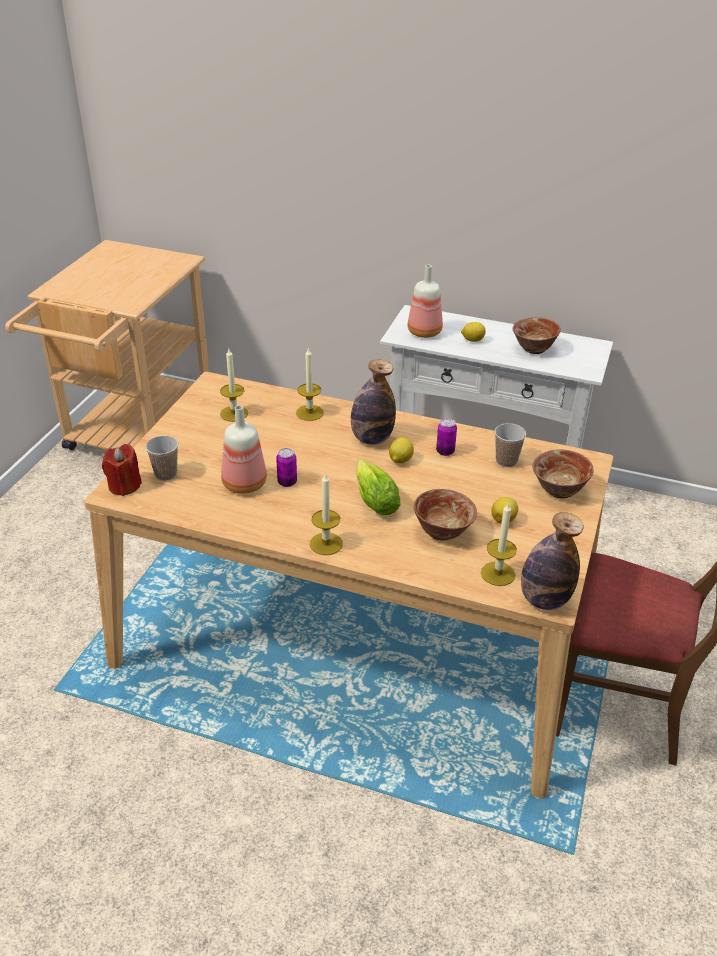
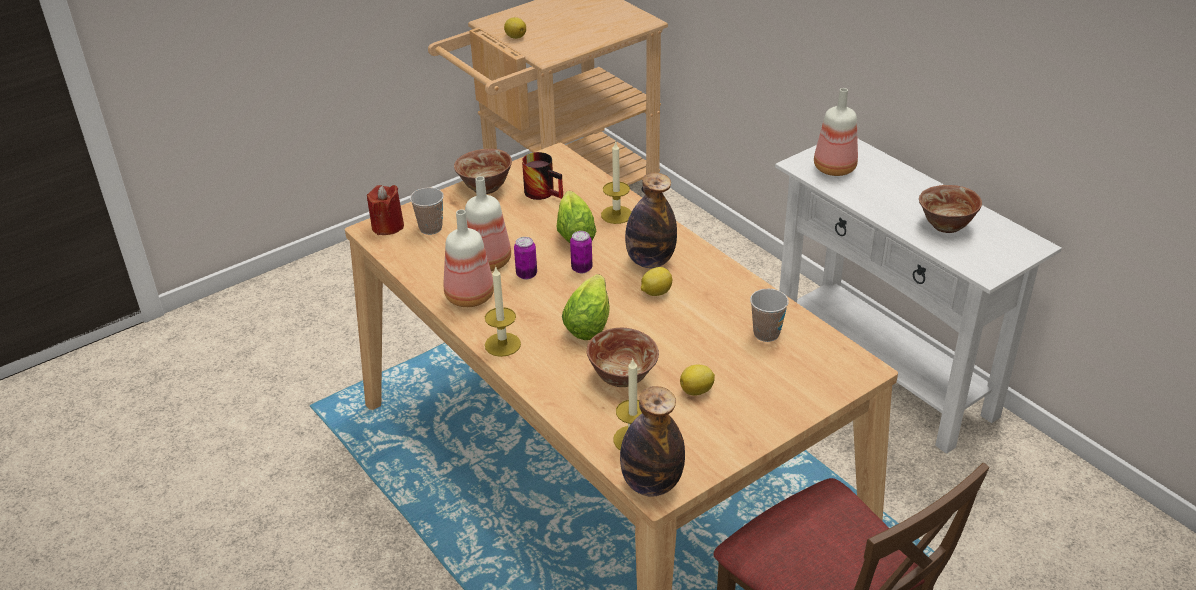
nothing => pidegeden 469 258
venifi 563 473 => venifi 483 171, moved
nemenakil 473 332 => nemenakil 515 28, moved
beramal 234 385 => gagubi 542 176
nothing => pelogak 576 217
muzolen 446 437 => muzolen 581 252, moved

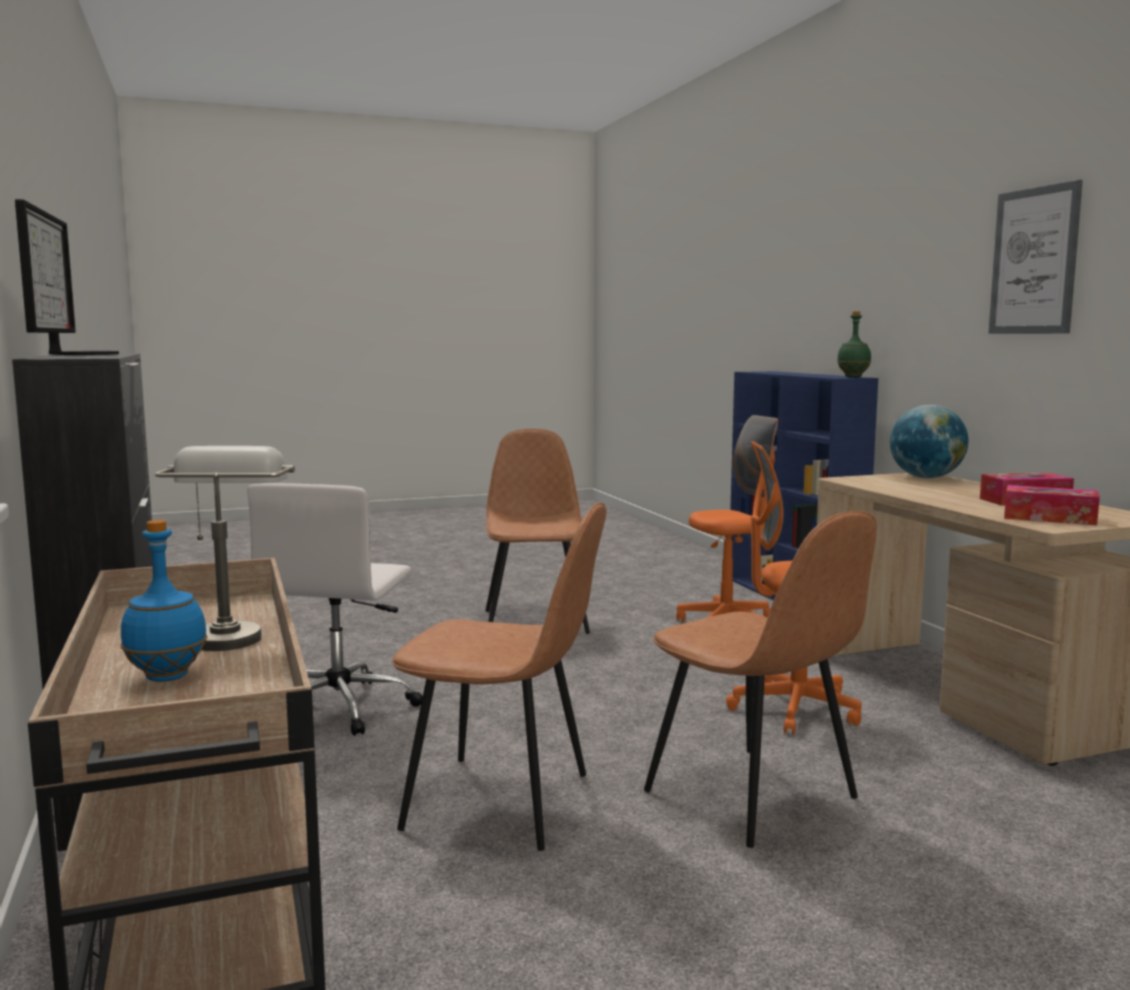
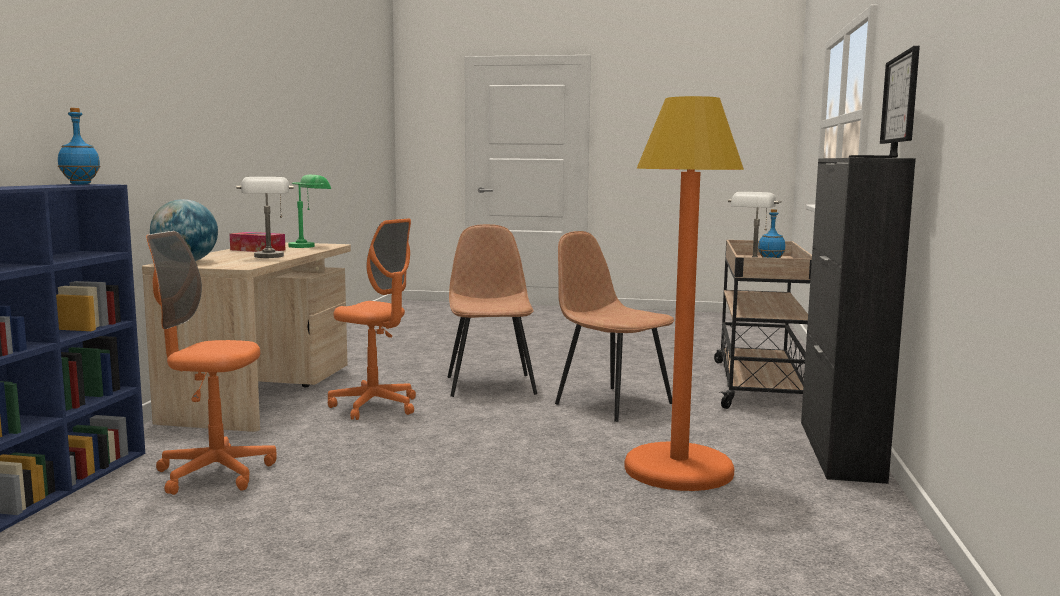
pidegeden (green) 854 344 => pidegeden (blue) 79 146
nothing => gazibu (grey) 265 217
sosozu 1052 505 => gazibu (green) 309 211
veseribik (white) 335 609 => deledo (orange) 684 293
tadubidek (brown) 538 531 => nothing
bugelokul 1035 257 => nothing

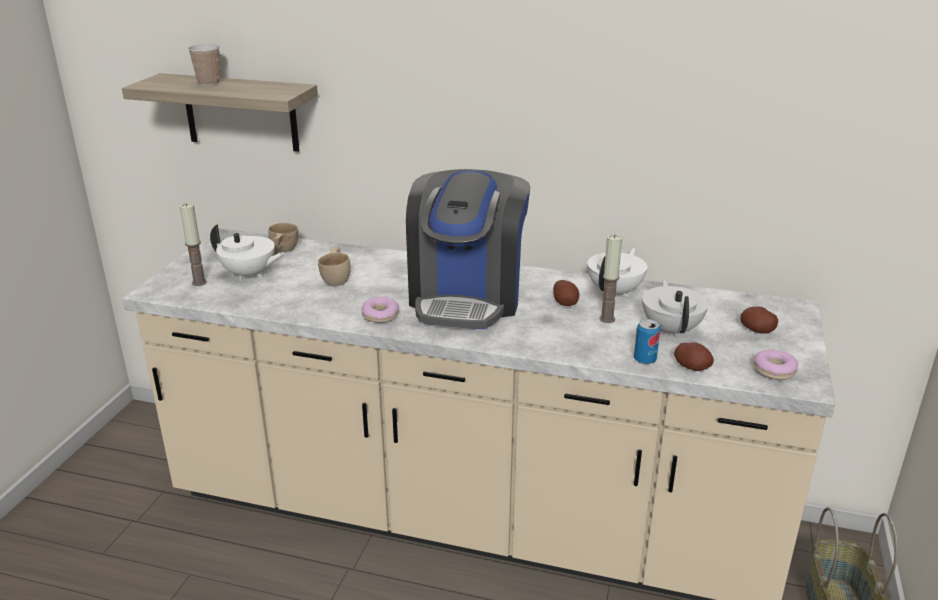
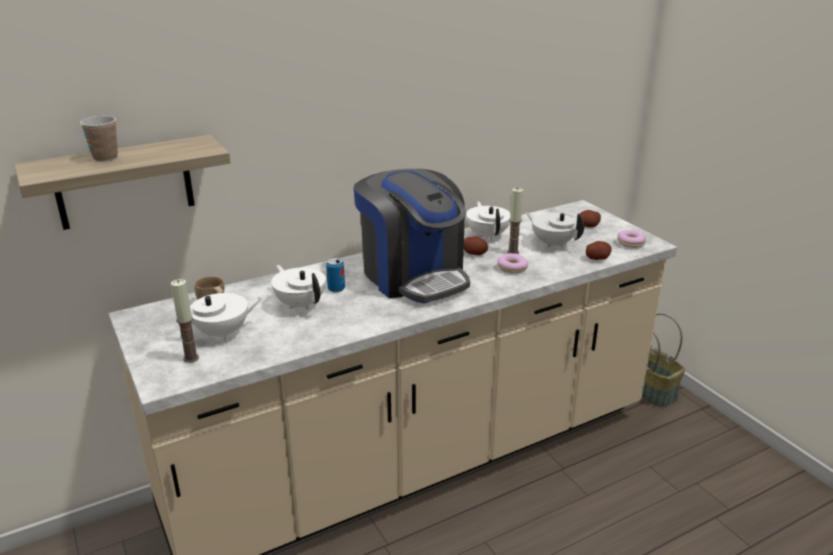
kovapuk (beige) 334 266 => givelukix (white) 298 287
muzolen 647 342 => muzolen 335 275, moved
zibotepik 380 310 => zibotepik 512 263, moved

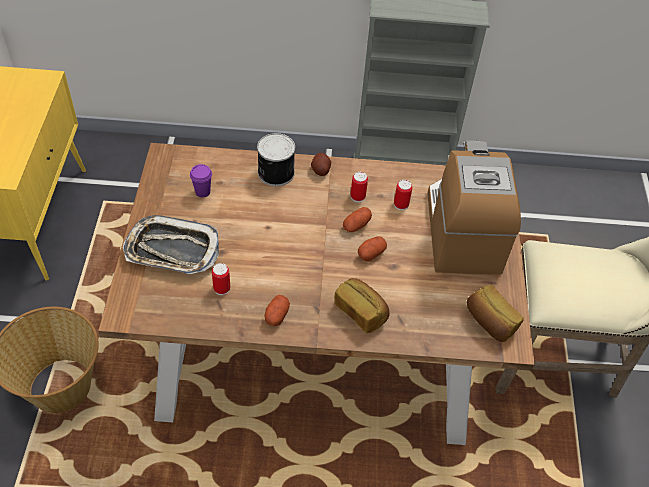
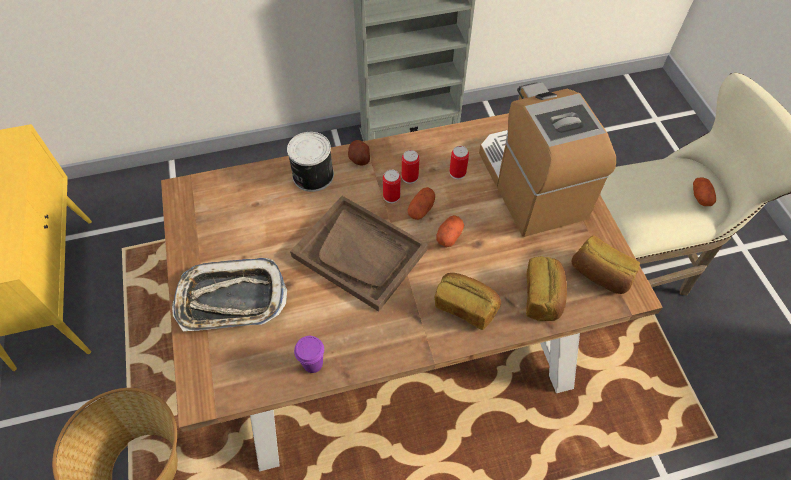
nothing => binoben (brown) 359 254
kovapuk (purple) 201 180 => kovapuk (purple) 309 354, moved
muzolen 221 279 => muzolen 392 186, moved
nothing => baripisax 546 288
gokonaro 277 310 => gokonaro 704 191, moved

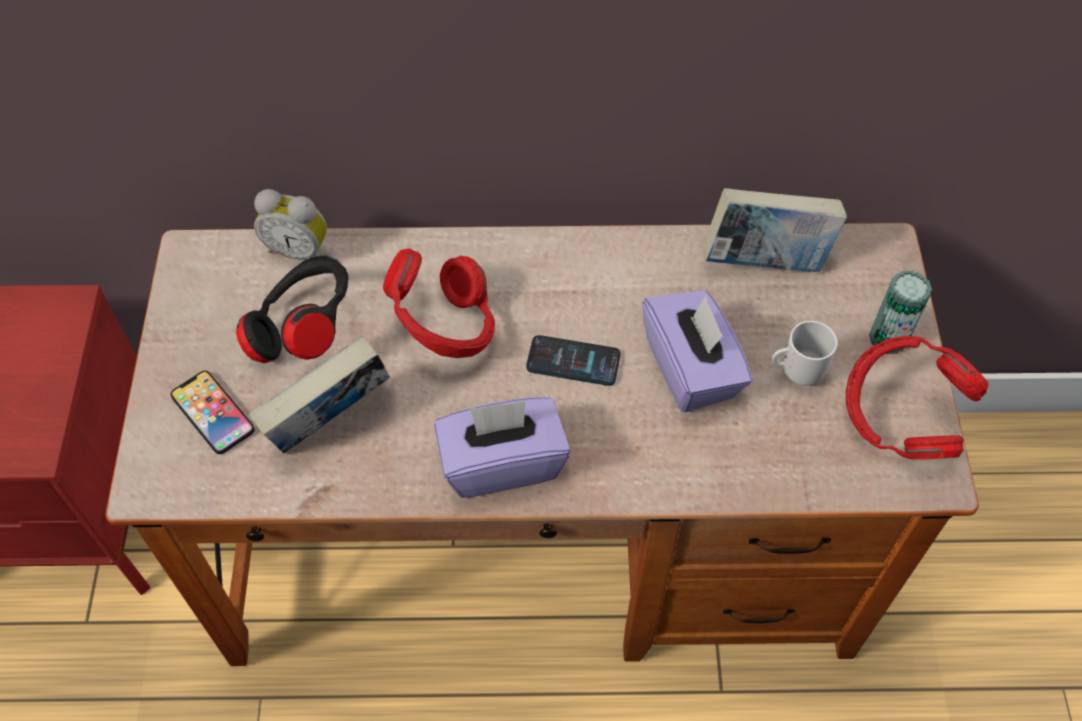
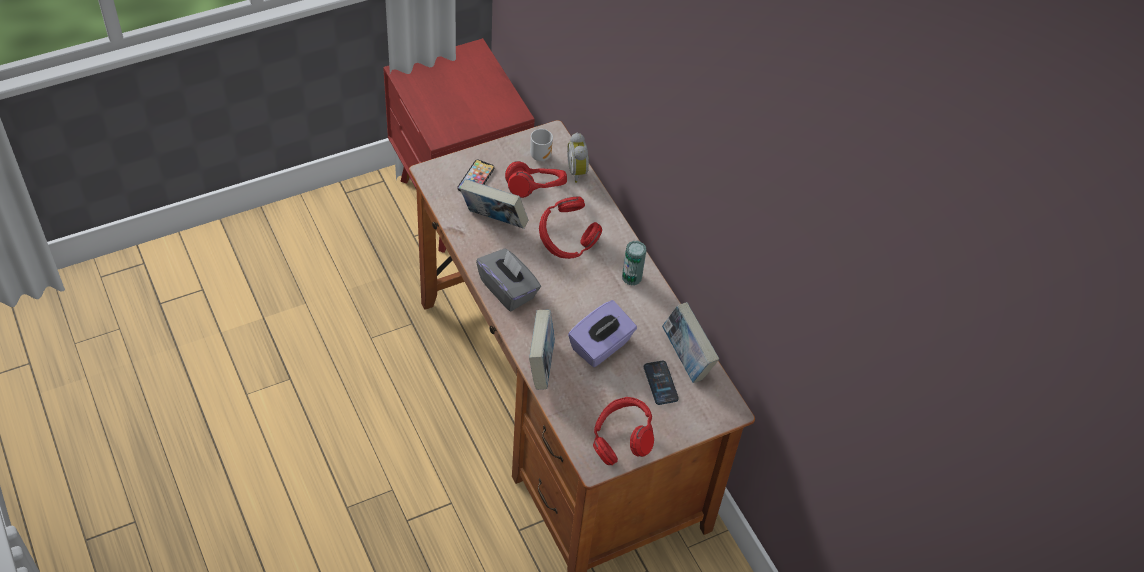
sosozu (purple) 502 447 => sosozu (grey) 508 279
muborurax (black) 292 309 => muborurax (red) 536 179
nothing => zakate 542 350
gagubi 804 353 => gagubi 541 145, moved
muzolen 900 312 => muzolen 634 263, moved
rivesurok 573 360 => rivesurok 661 382, moved

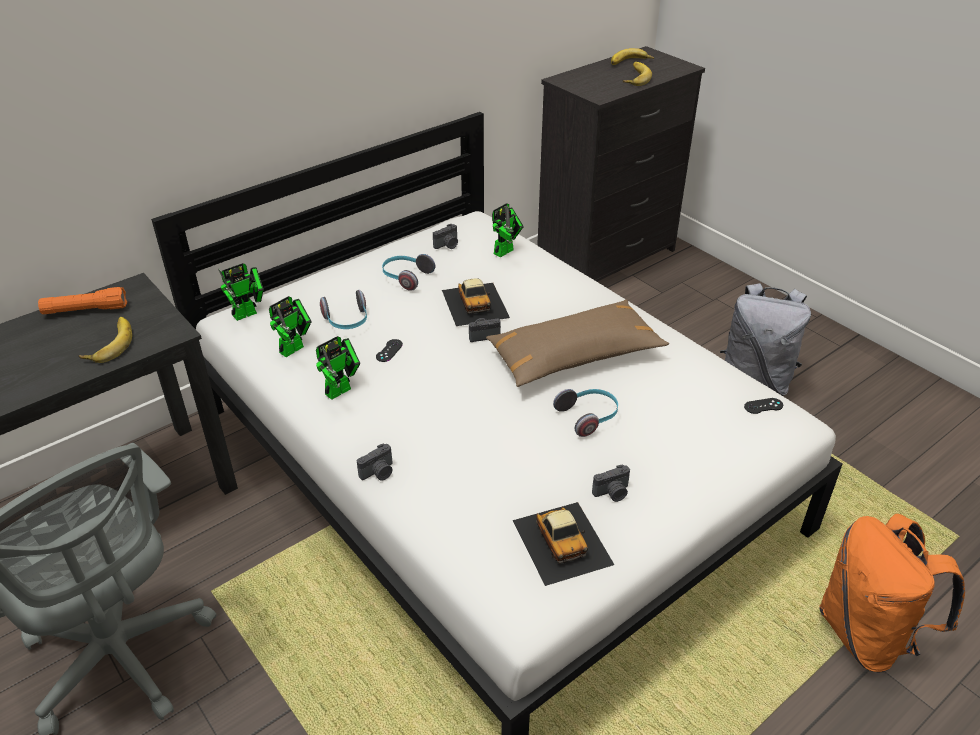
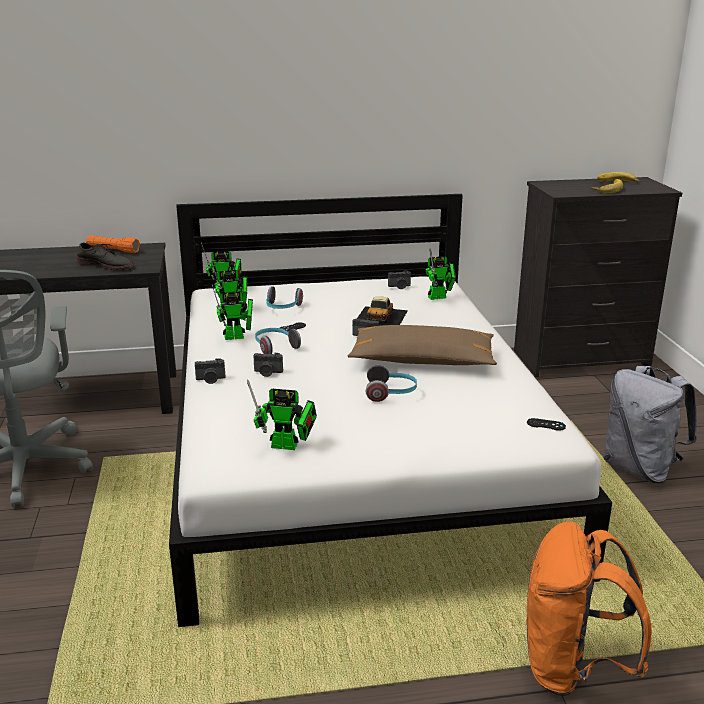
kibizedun 105 340 => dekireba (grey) 105 256
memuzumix 563 544 => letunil 282 414
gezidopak 611 483 => gezidopak 268 365, moved
muborurax 408 272 => muborurax 278 341, moved

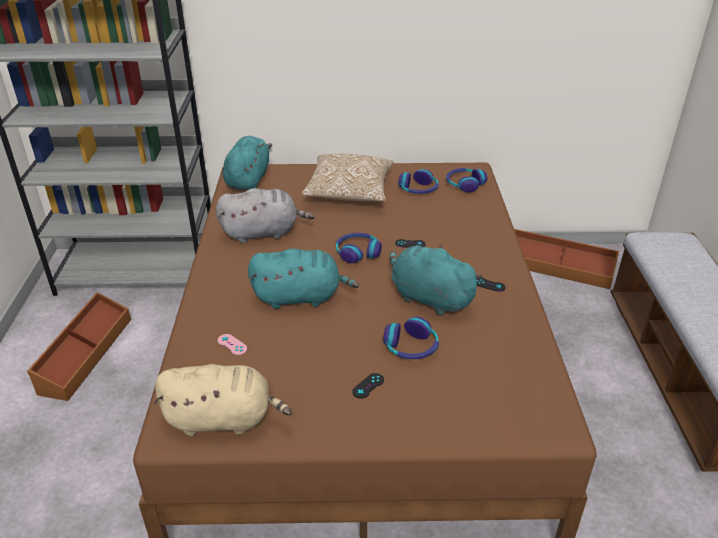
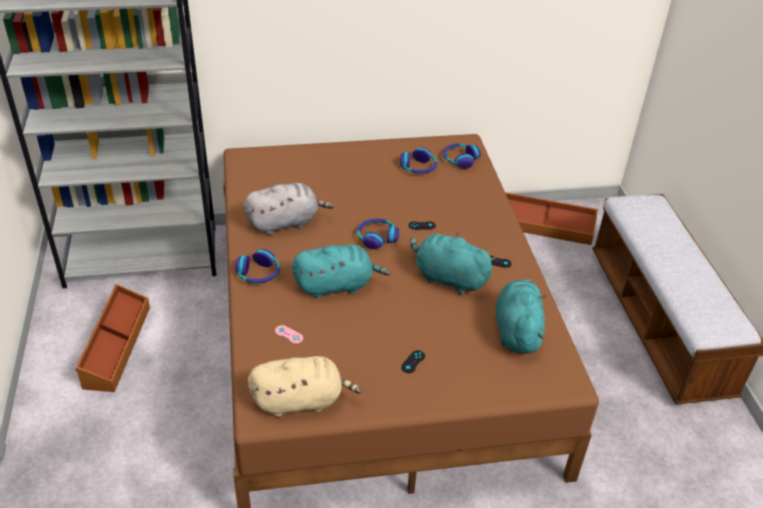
muborurax 411 338 => muborurax 257 266, moved
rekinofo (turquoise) 247 163 => rekinofo (turquoise) 521 316, moved
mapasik 347 177 => nothing

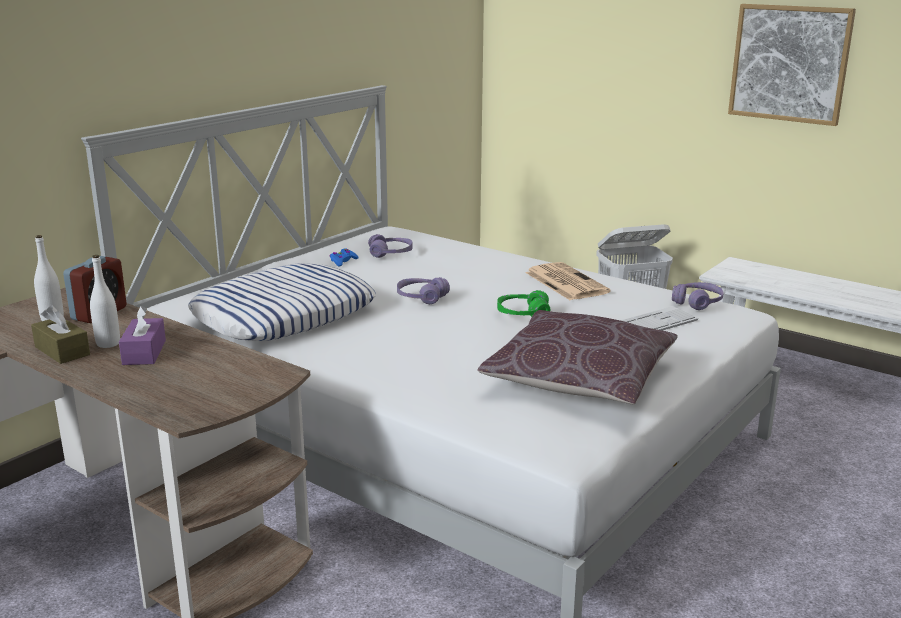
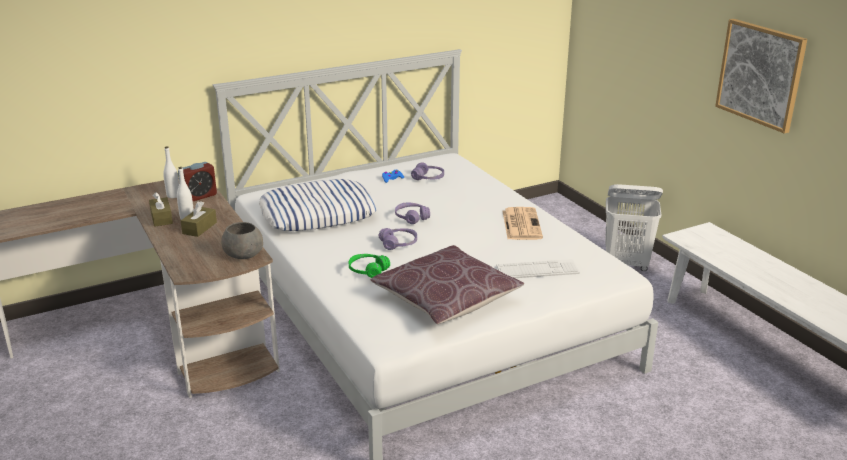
sosozu (purple) 142 335 => sosozu (brown) 199 219
nothing => venifi (grey) 242 240
muborurax (green) 523 303 => muborurax (green) 369 266, moved
muborurax (purple) 698 296 => muborurax (purple) 398 239, moved

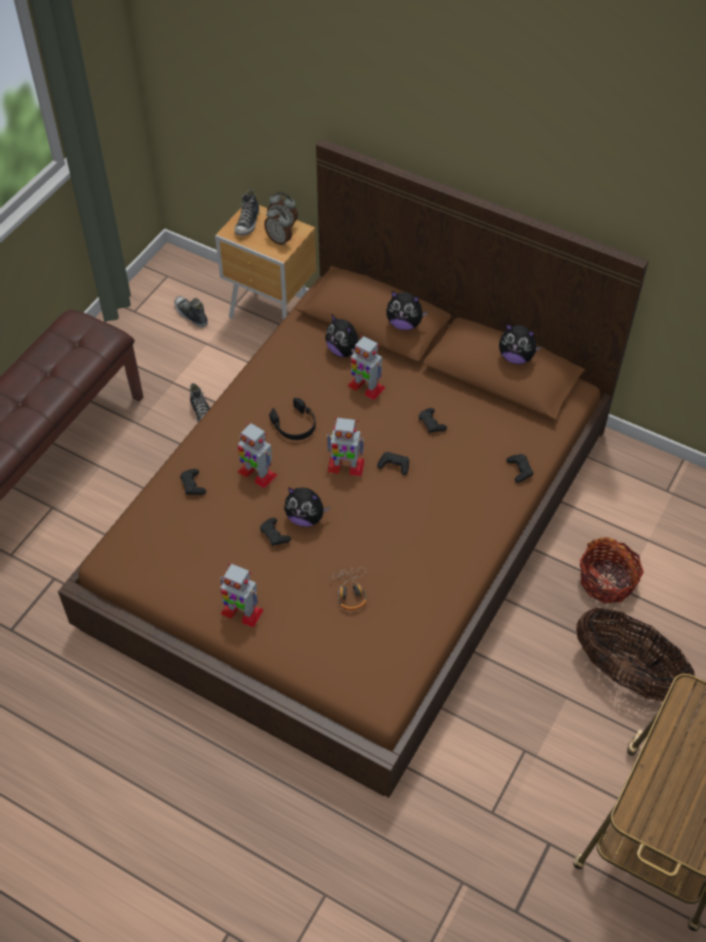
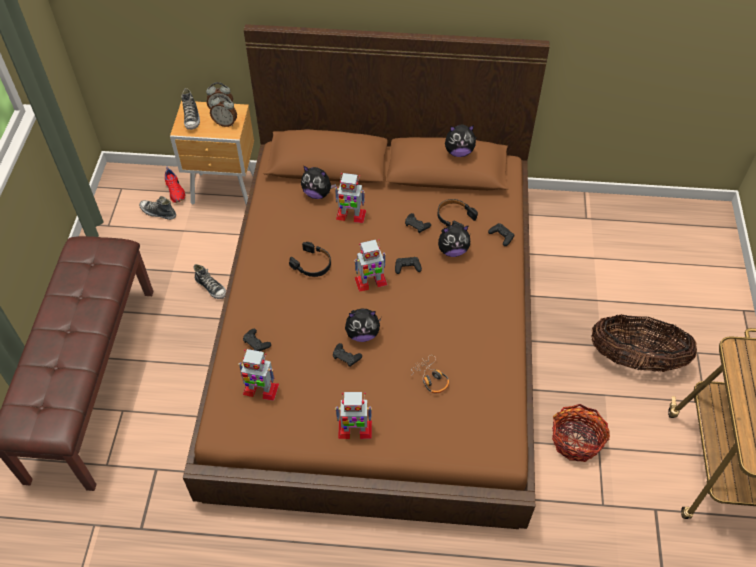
nothing => dekireba (red) 175 184
letunil 257 455 => letunil 258 375, moved
nothing => muborurax (black) 457 213
rekinofo 407 310 => rekinofo 454 241, moved
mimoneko 612 570 => mimoneko 581 433, moved

